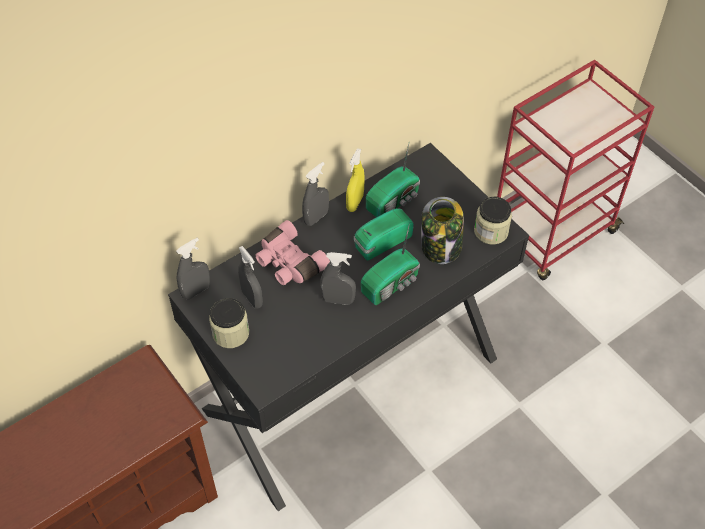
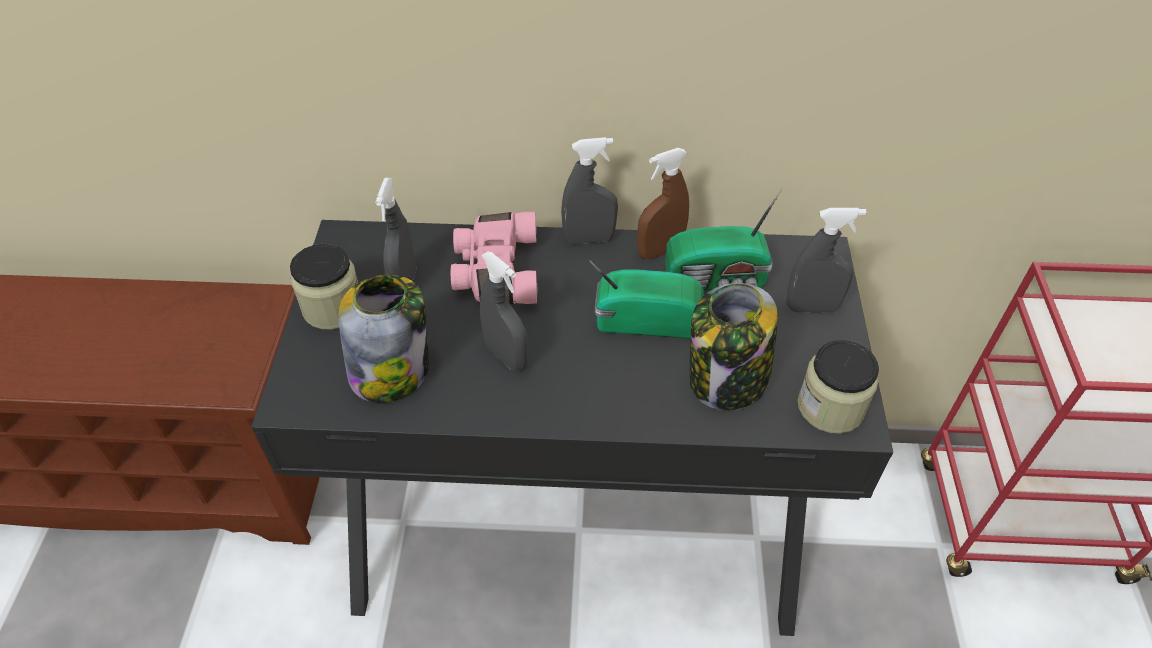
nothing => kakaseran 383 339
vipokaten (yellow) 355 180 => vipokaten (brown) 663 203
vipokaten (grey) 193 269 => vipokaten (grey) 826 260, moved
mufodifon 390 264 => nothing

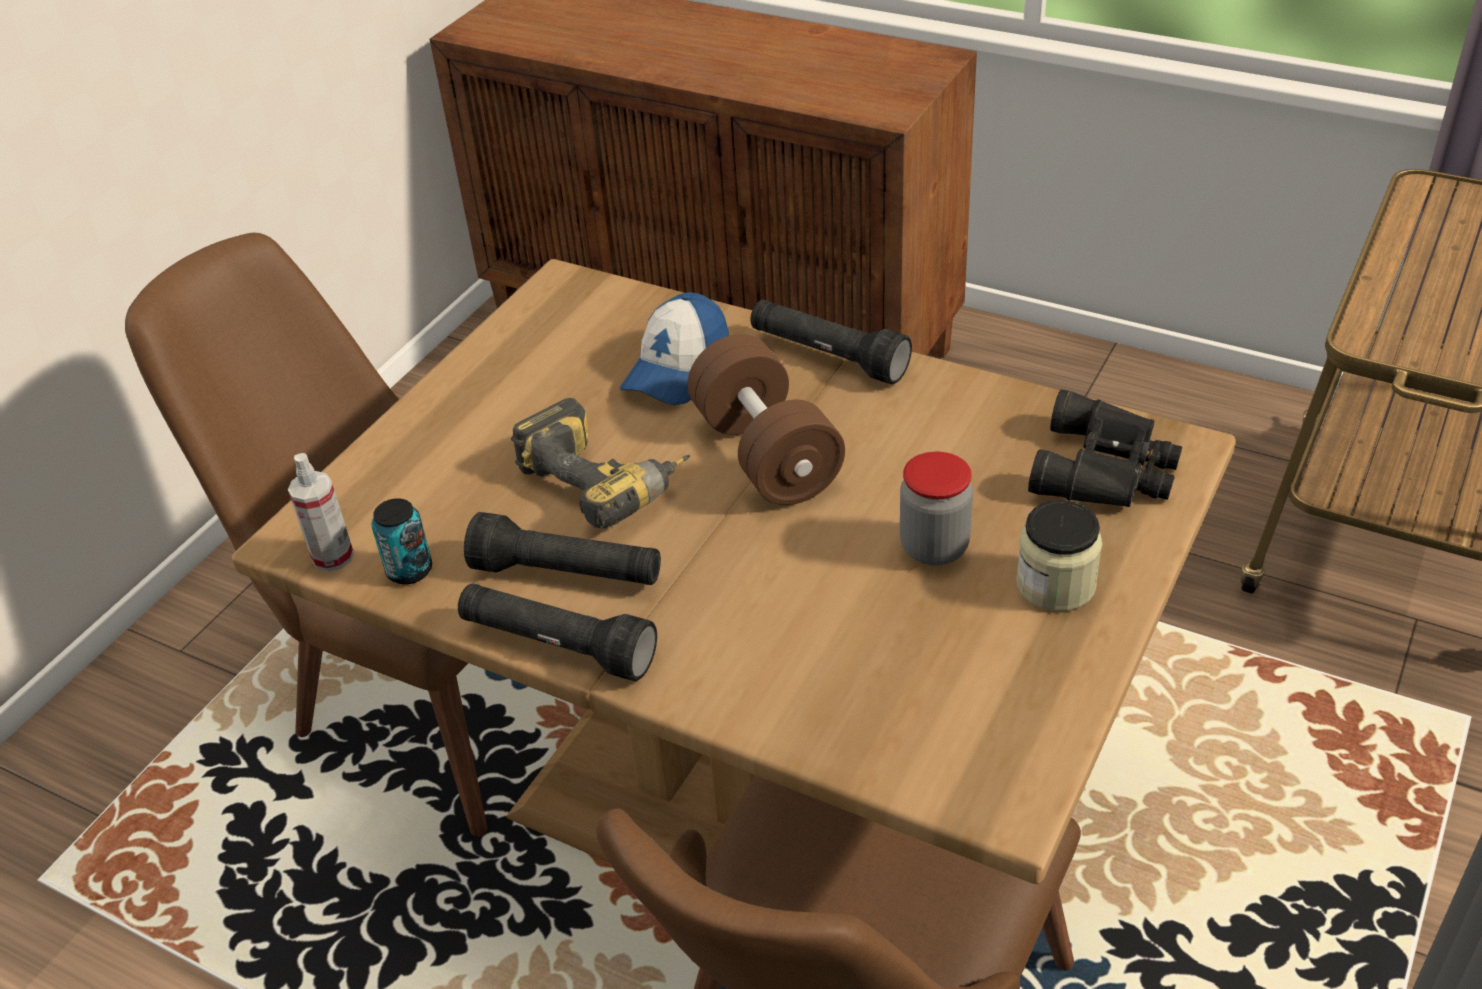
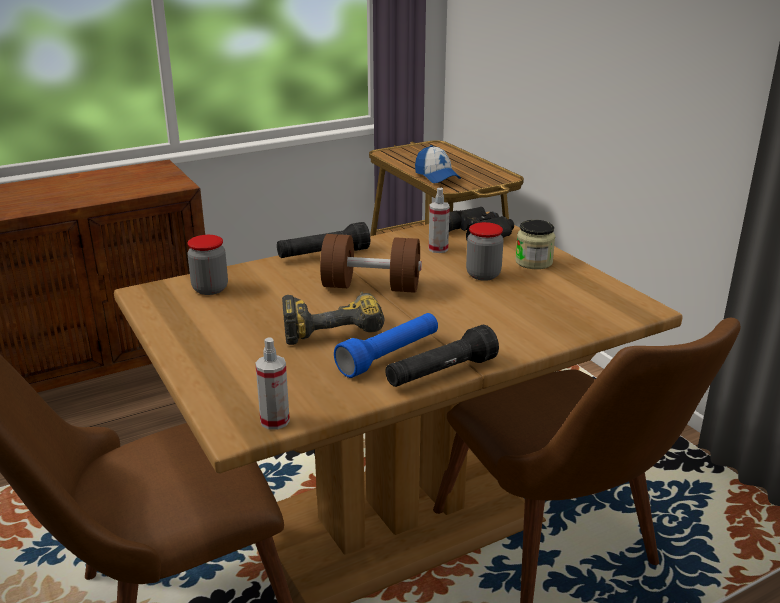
nothing => kakaseran 207 265
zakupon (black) 562 548 => zakupon (blue) 386 345
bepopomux 674 348 => bepopomux 438 164, moved
nothing => vipokaten 439 220
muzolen 401 541 => nothing

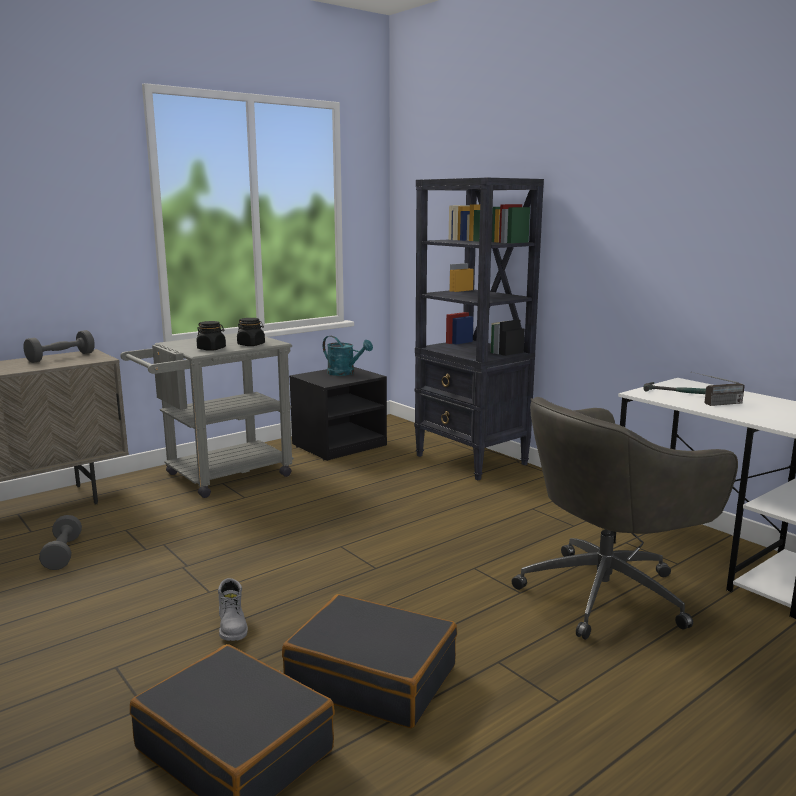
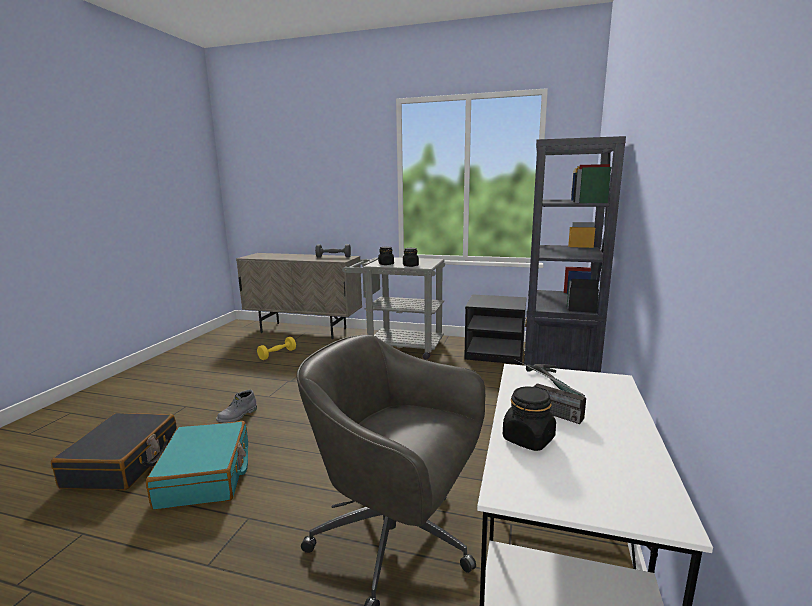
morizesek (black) 369 661 => morizesek (turquoise) 197 465
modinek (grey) 60 542 => modinek (yellow) 276 348
nothing => kakaseran (black) 529 418
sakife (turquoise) 348 356 => nothing

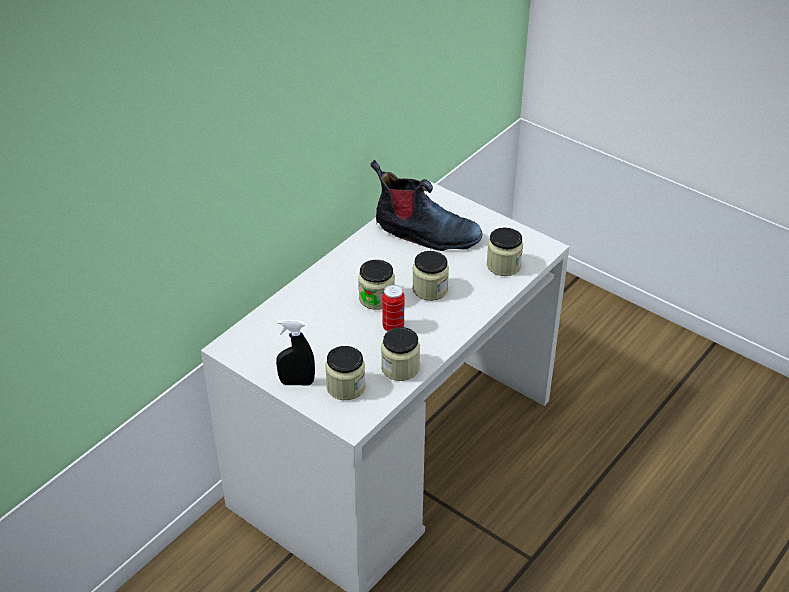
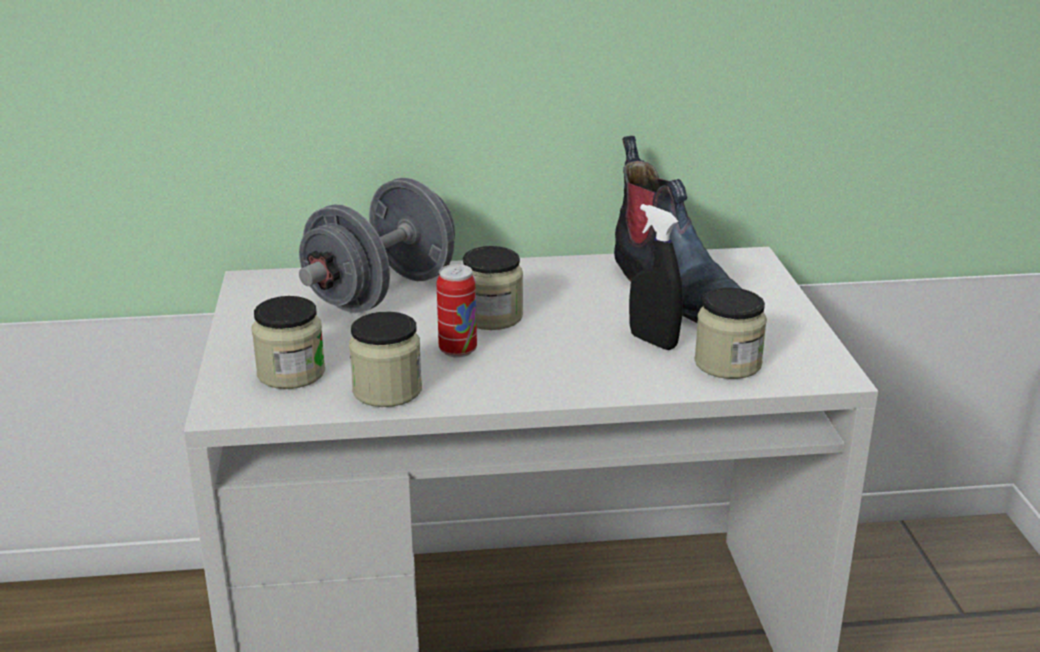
nothing => modinek (grey) 377 245
vipokaten (black) 295 352 => vipokaten (black) 656 277, moved
kakaseran 430 276 => nothing

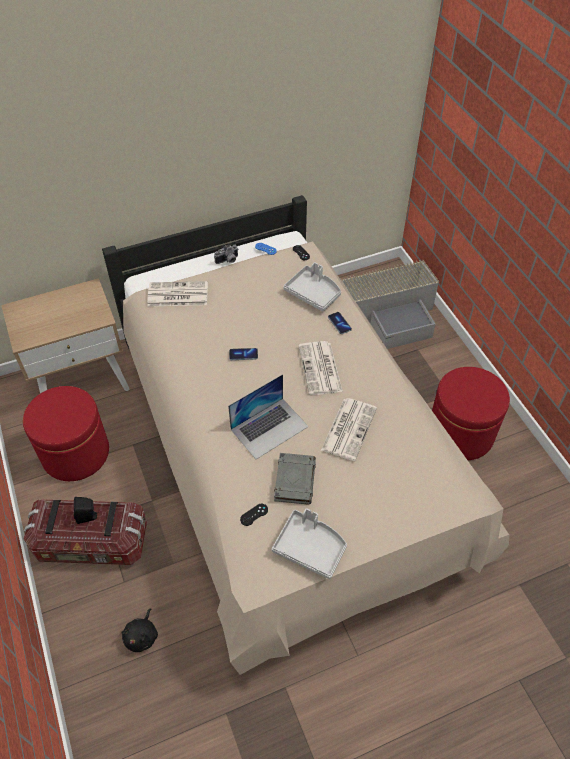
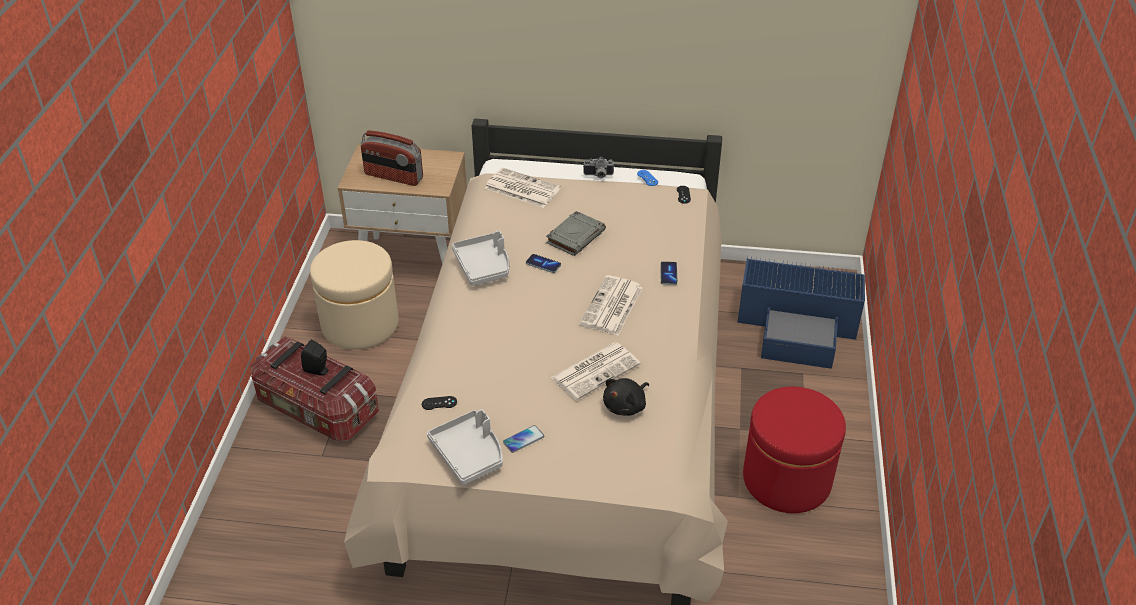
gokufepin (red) 66 433 => gokufepin (beige) 354 295
nothing => mufodifon 392 158
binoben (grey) 312 287 => binoben (grey) 480 258, moved
nothing => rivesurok 524 439
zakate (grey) 295 479 => zakate (grey) 576 233, moved
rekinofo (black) 139 630 => rekinofo (black) 626 397, moved
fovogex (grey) 389 304 => fovogex (blue) 801 312
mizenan 268 416 => nothing

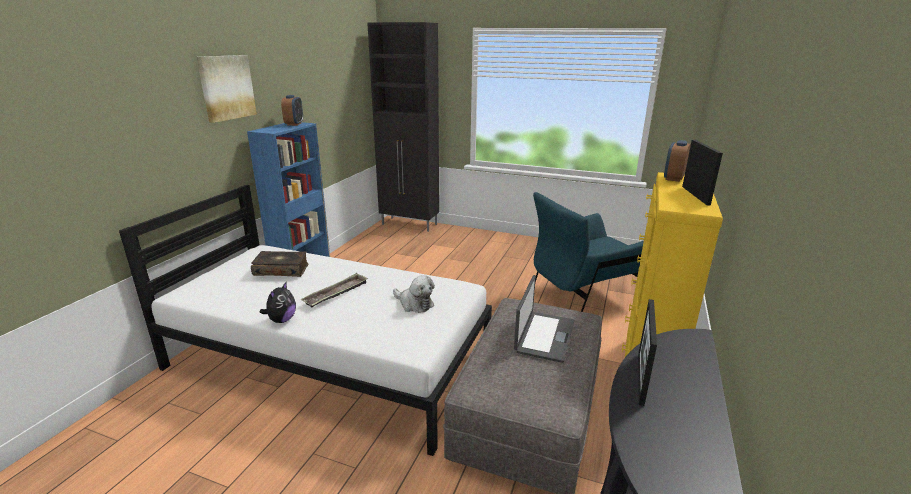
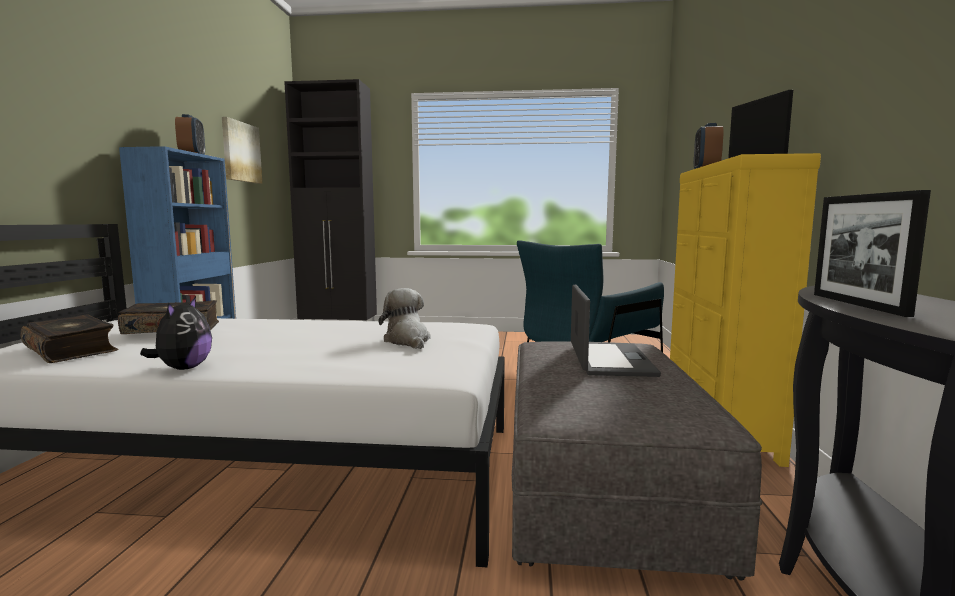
nothing => zakate 69 339
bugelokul 226 89 => bugelokul 242 150, moved
rekinofo 414 294 => rekinofo 405 318, 135 degrees counterclockwise
binoben 334 290 => nothing

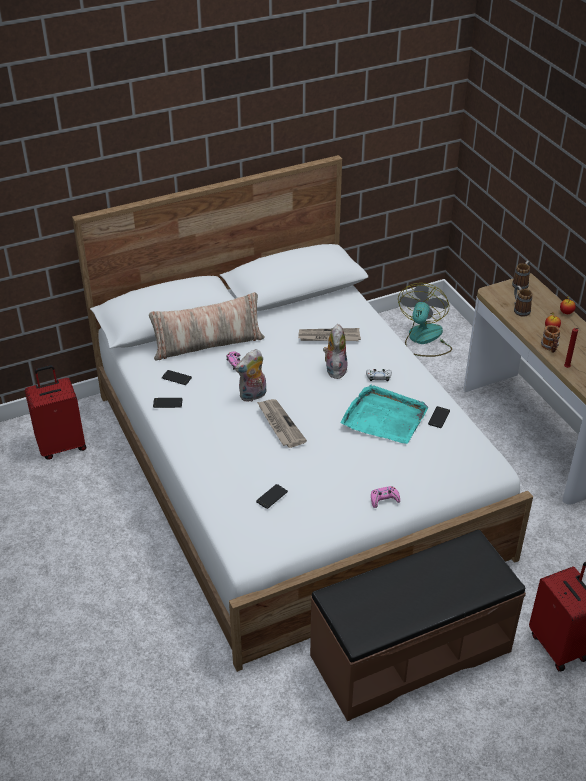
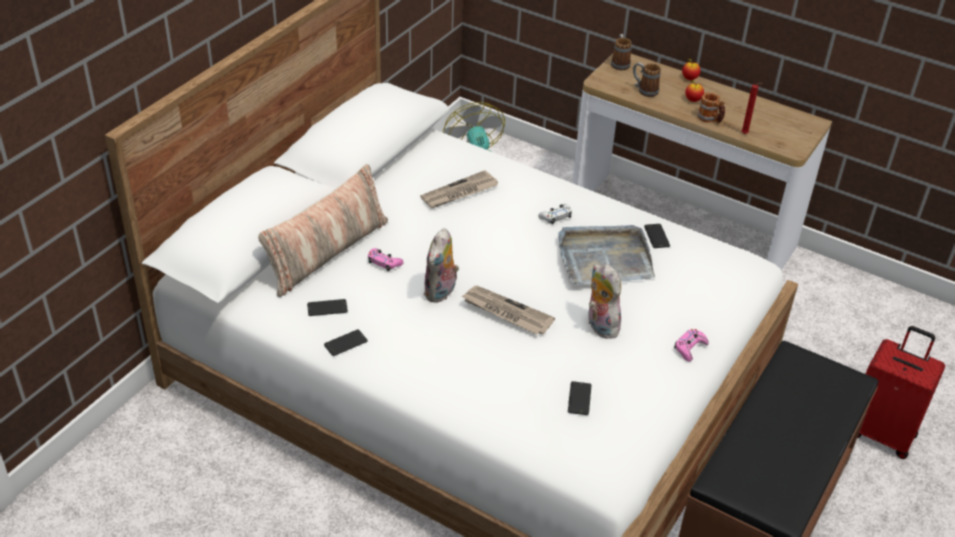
binoben (turquoise) 384 414 => binoben (grey) 606 255
rekinofo 335 351 => rekinofo 604 301, moved
morizesek (red) 55 412 => nothing

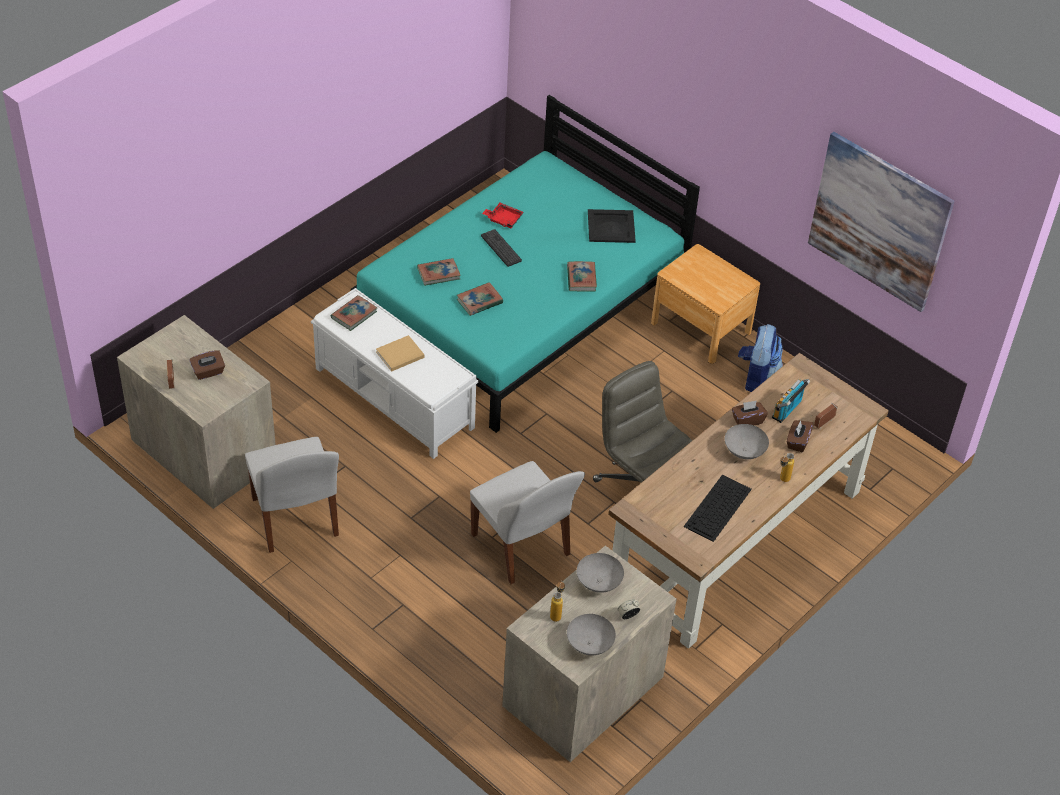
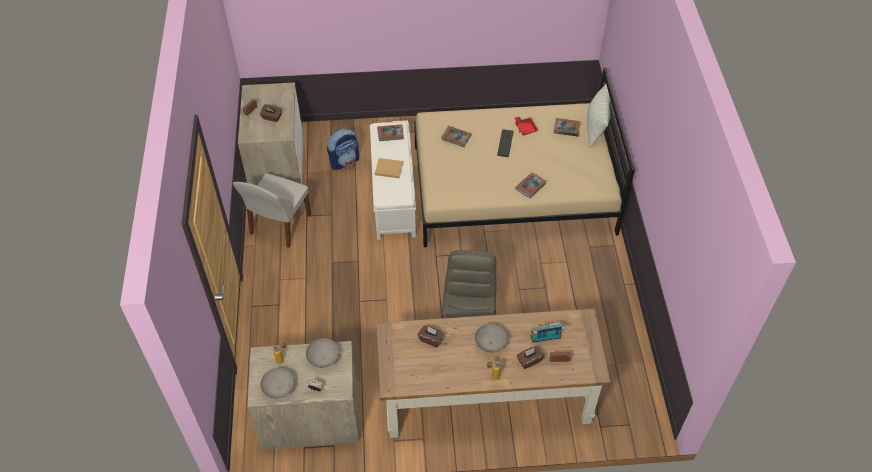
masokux 760 358 => masokux 343 149, moved
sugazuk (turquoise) 525 264 => sugazuk (beige) 524 157
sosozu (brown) 750 413 => sosozu (brown) 431 336, moved
zakate 480 299 => zakate 567 127, moved
nothing => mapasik 599 115
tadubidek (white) 527 523 => nothing
binoben (black) 612 226 => nothing
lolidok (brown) 705 304 => nothing
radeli 718 508 => nothing
bugelokul 881 222 => nothing

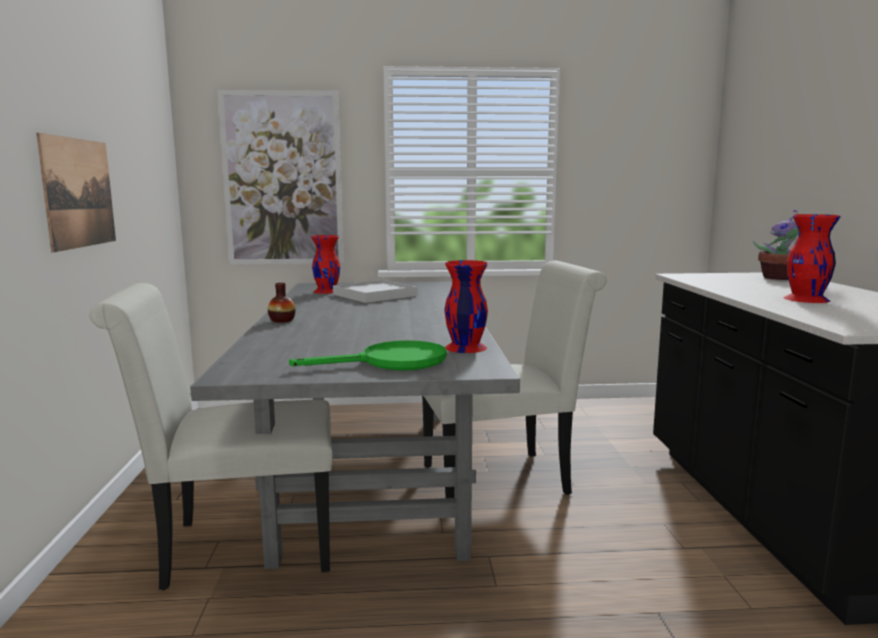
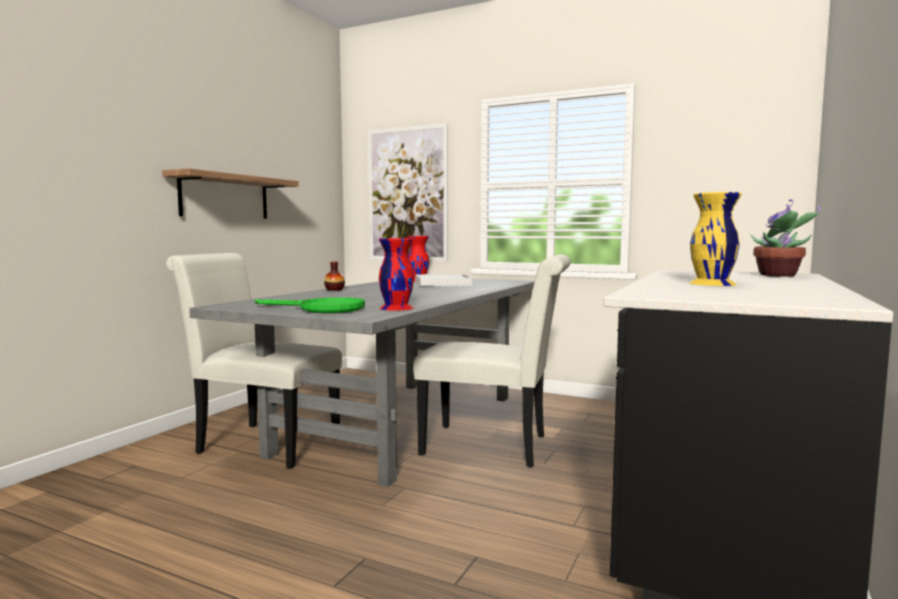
bugelokul 76 192 => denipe 230 193
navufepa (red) 812 258 => navufepa (yellow) 715 239

